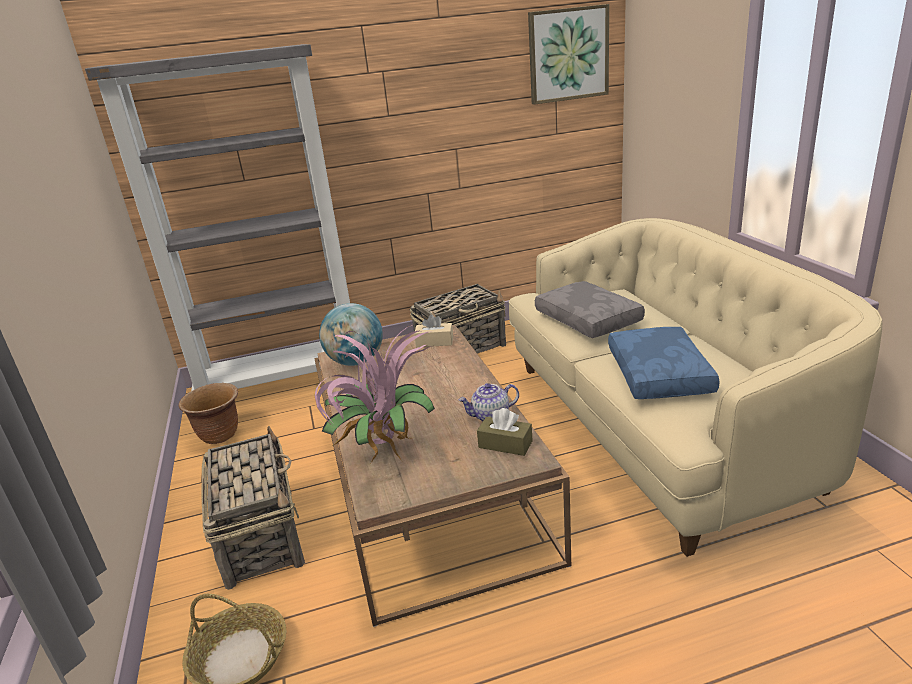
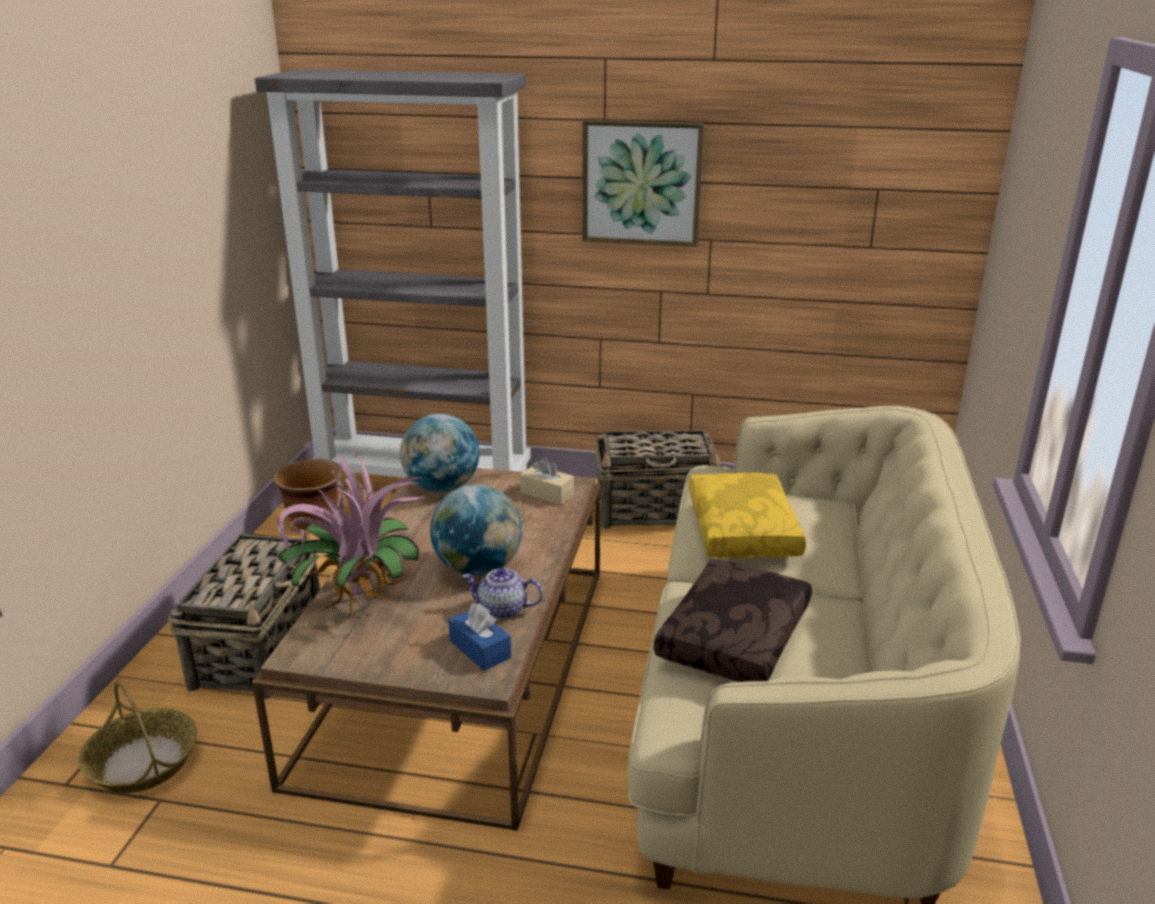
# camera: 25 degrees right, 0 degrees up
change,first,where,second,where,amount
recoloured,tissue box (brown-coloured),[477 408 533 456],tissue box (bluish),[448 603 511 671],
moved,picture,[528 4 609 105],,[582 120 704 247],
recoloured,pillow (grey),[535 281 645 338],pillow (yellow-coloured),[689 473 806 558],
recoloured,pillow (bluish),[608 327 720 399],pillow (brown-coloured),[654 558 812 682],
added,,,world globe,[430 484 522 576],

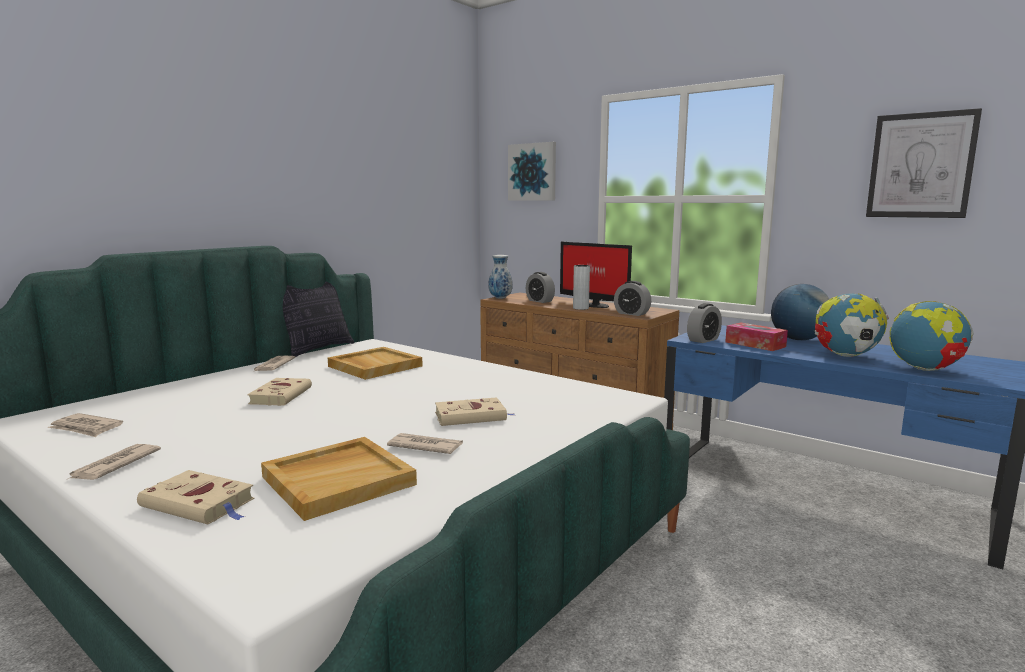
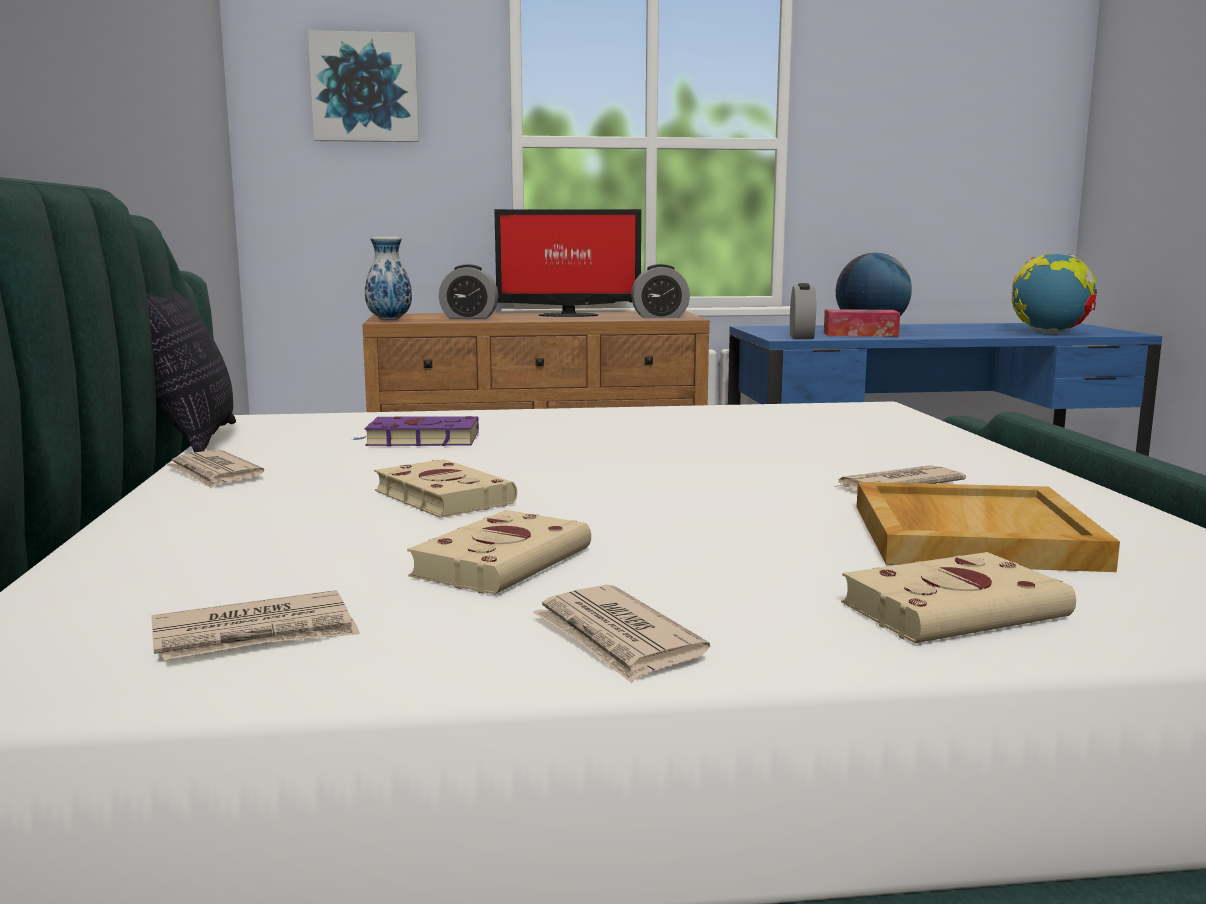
# camera: 45 degrees left, 0 degrees up
change,first,where,second,where,amount
replaced,tray (beige),[328 347 423 380],book (purplish),[353 416 479 446],
moved,book (beige),[435 397 515 426],,[407 510 591 594],
removed,flower vase (grey),[573 265 590 310],,,
removed,world globe,[815 294 889 357],,,
removed,picture,[866 108 982 218],,,

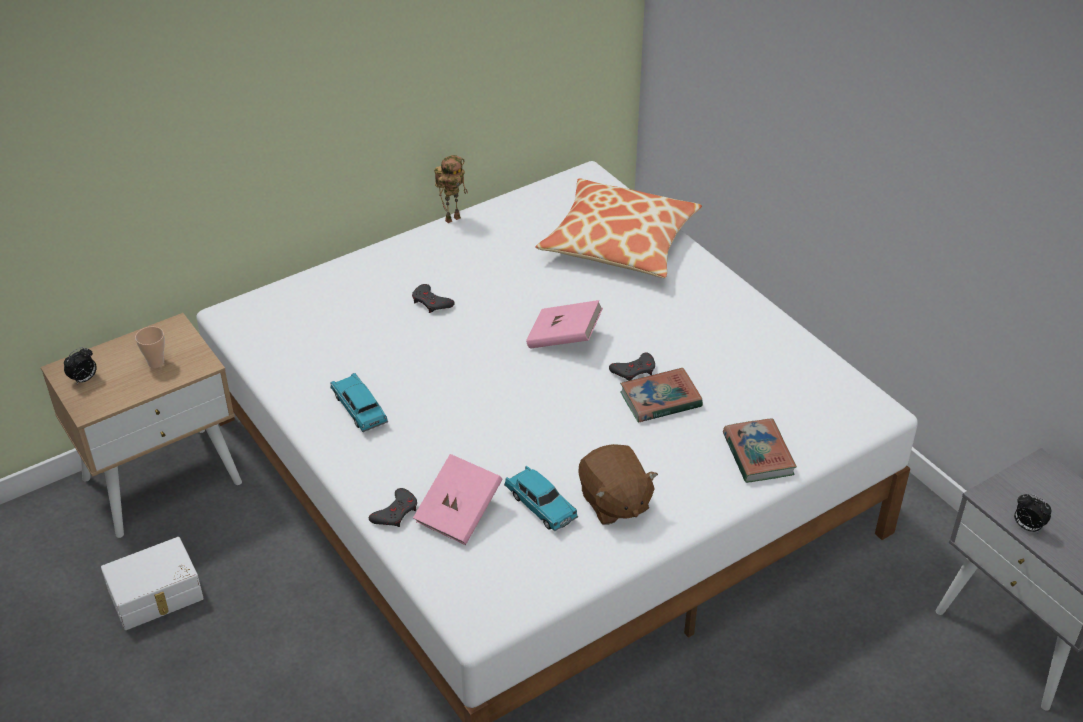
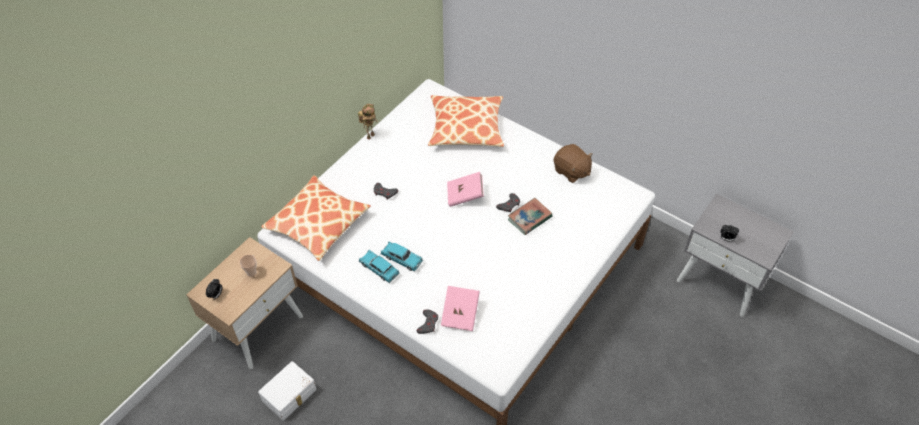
# camera: 20 degrees left, 10 degrees up
change,first,where,second,where,amount
moved,model car (turquoise-coloured),[504 466 578 531],,[381 241 423 271],
moved,plush toy (brown-coloured),[578 444 658 525],,[554 144 593 183],
removed,book,[723 418 797 483],,,
added,,,pillow,[261 175 371 261],

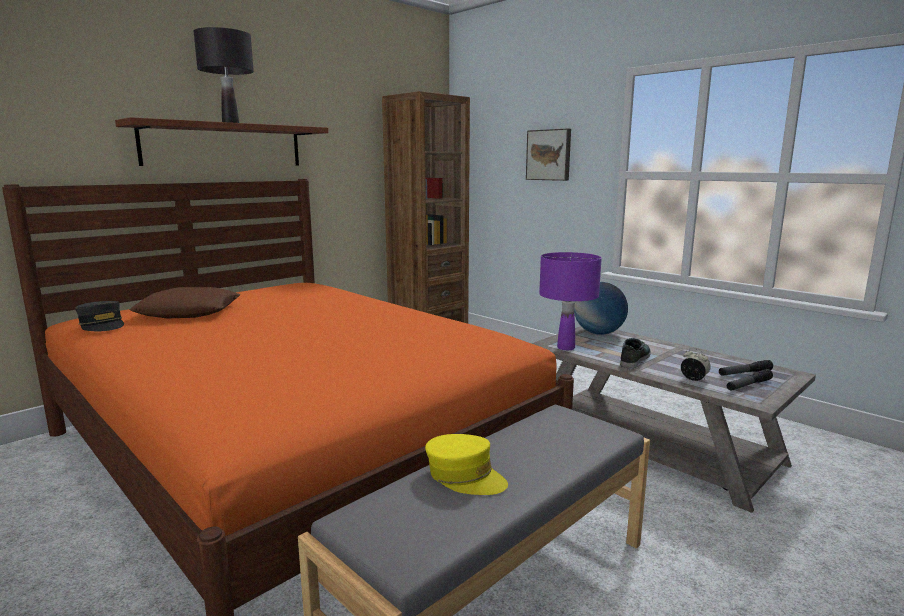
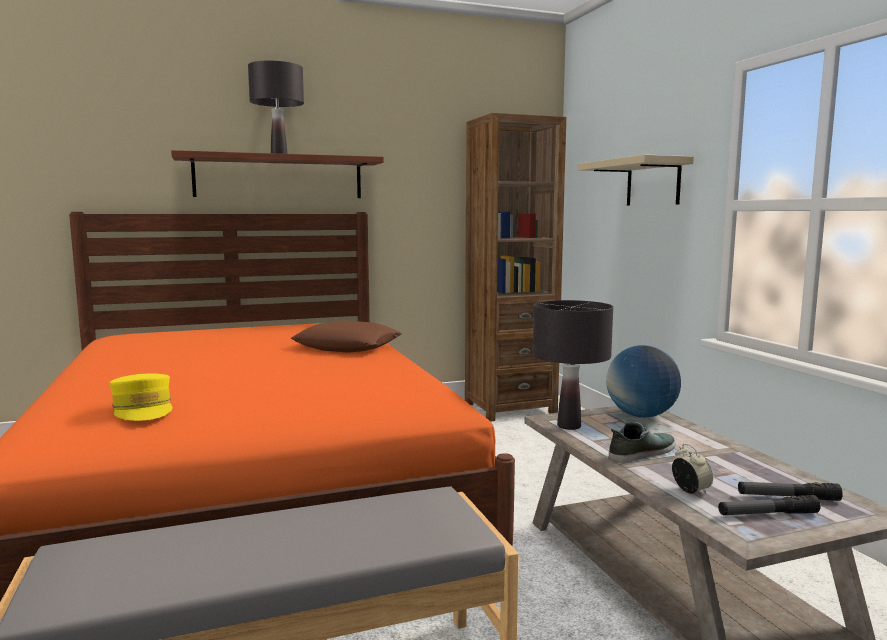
# camera: 25 degrees right, 5 degrees down
change,first,where,second,where,amount
removed,peaked cap (grey),[75 301 124 331],,,
moved,pillow (brown-coloured),[129 287 240 318],,[291 320 402 353],
moved,peaked cap (yellow-coloured),[425 434 508 495],,[109 373 173 421],
replaced,picture,[526 128 571 181],bracket shelf (beige),[577 154 694 205],
recoloured,lamp for a table (purplish),[539 252 602 350],lamp for a table (blackish),[532 300 613 430],

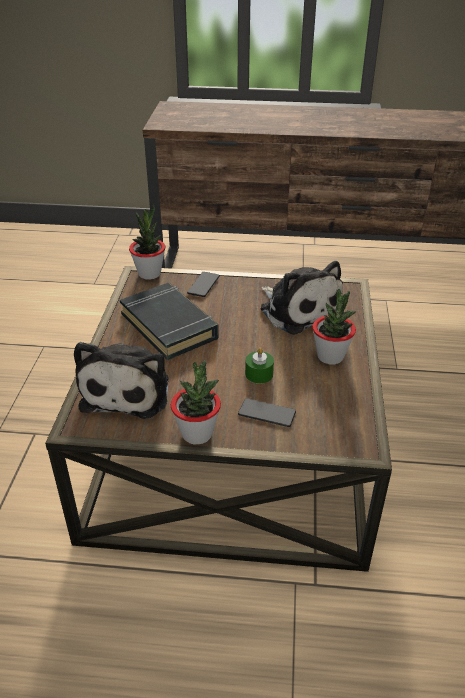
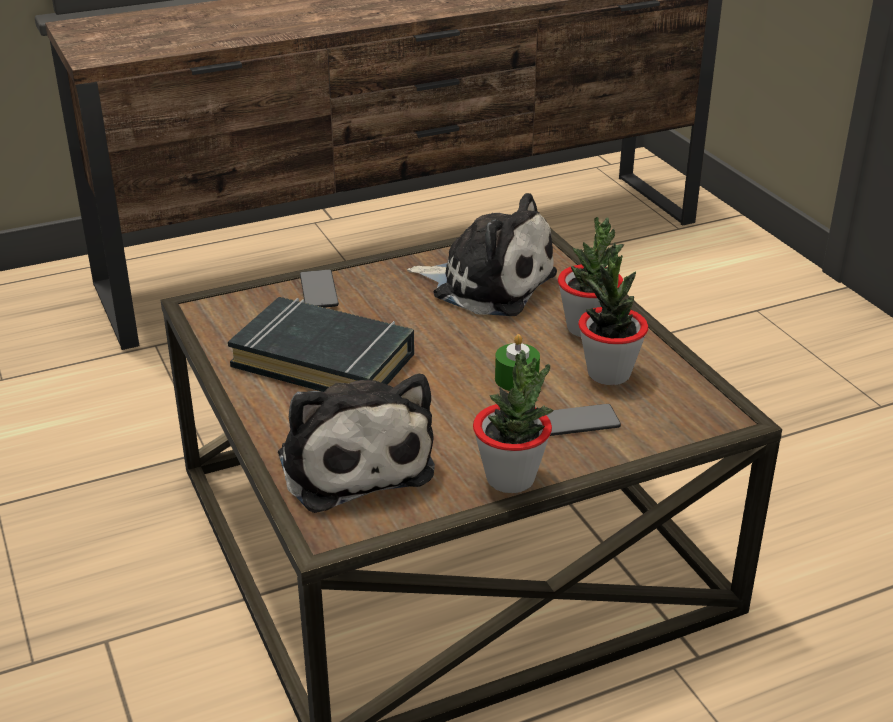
# camera: 30 degrees left, 5 degrees down
change,first,where,second,where,amount
moved,potted plant,[129 205 165 280],,[578 242 648 385],

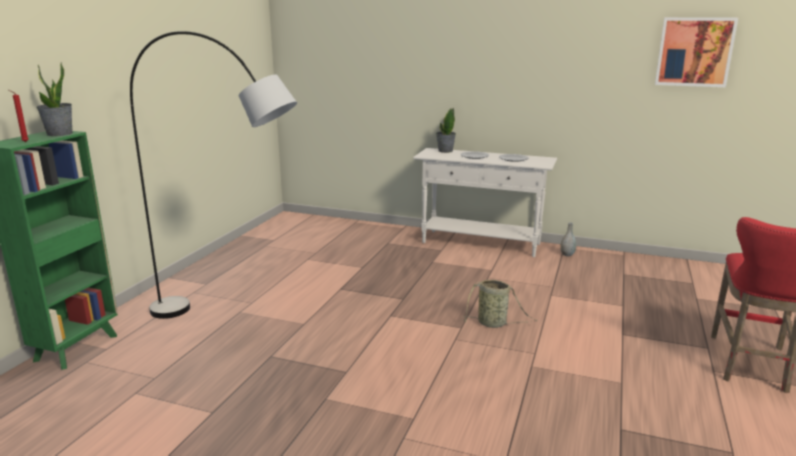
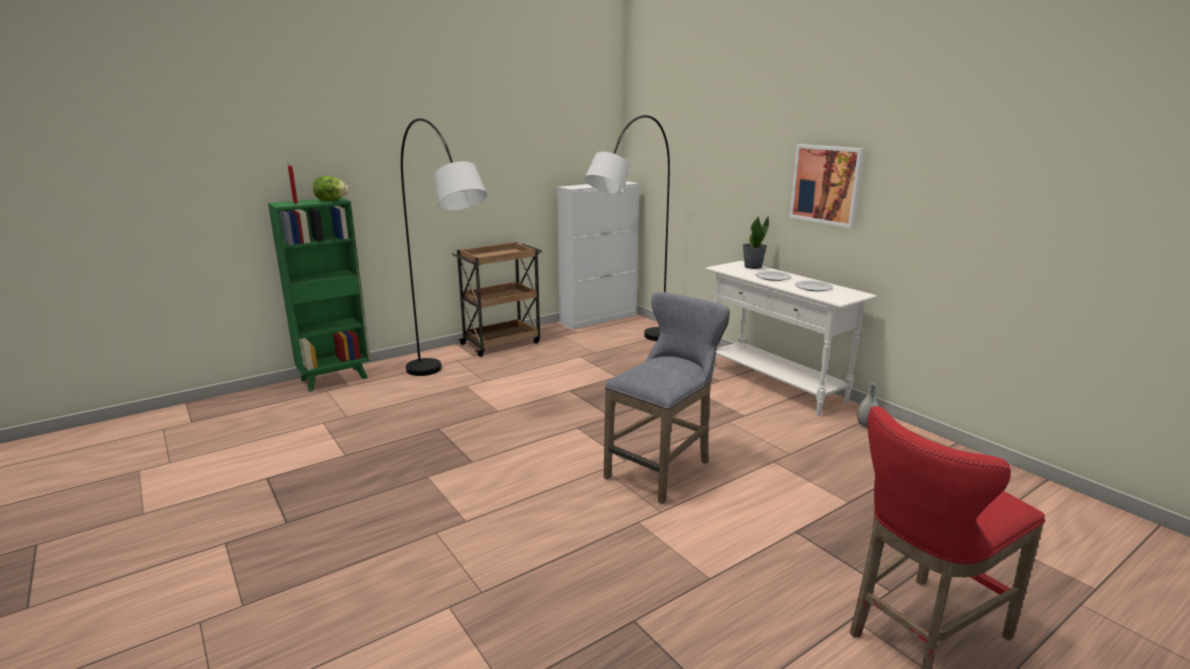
# camera: 35 degrees right, 0 degrees up
change,first,where,second,where,amount
replaced,potted plant,[36 62 72 136],lettuce head,[313 176 349 201],
replaced,storage basket,[462 280 537 328],stool (grey),[603 292 730 504],
moved,picture,[655 17 738 87],,[789 144 864 228],
added,,,trolley (brown-coloured),[452 242 542 357],
added,,,cabinet (white),[557 181 639 330],
added,,,standard lamp (grey),[584 115 670 341],

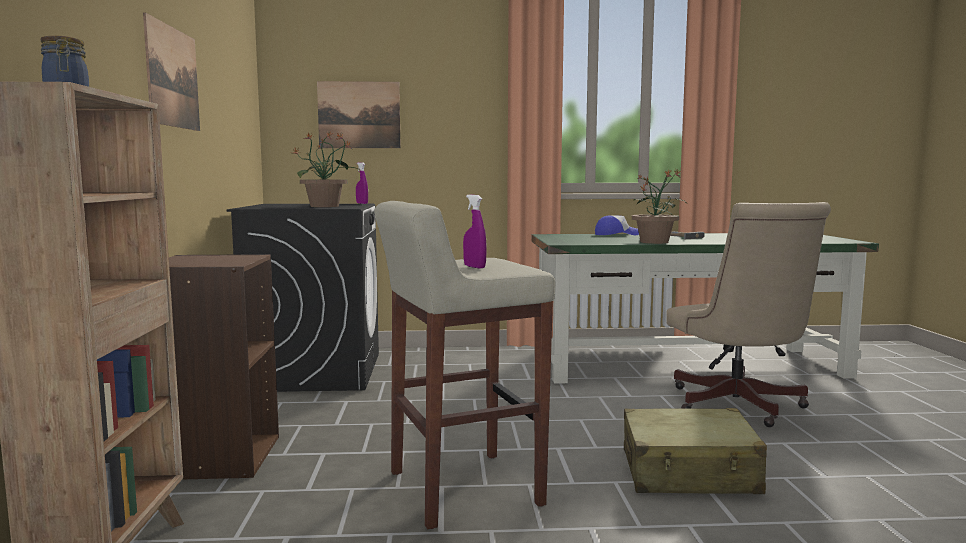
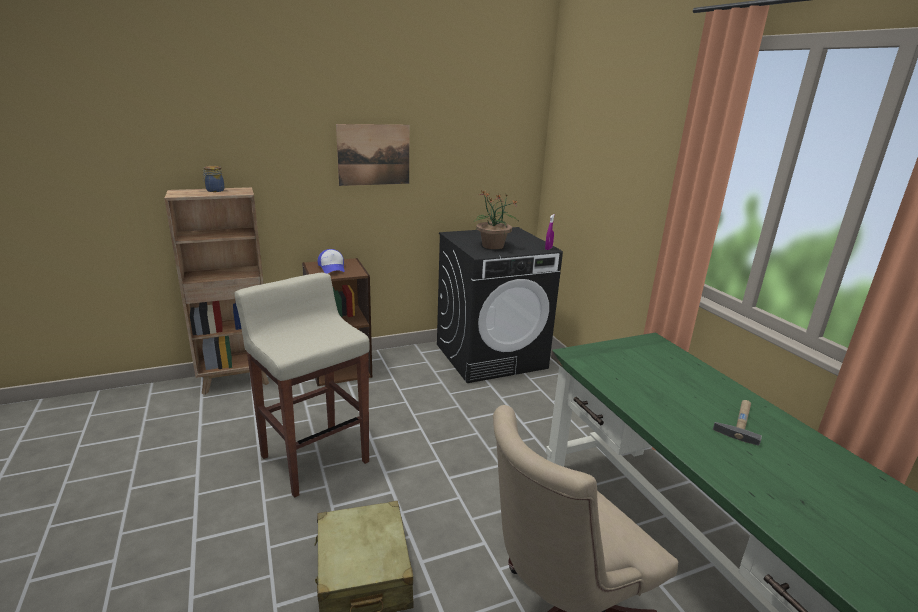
# camera: 70 degrees right, 15 degrees up
change,first,where,second,where,amount
removed,picture,[317 81 401 148],,,
removed,sprayer (purplish),[463 194 487 269],,,
moved,peaked cap,[595 215 639 235],,[318 249 345 274],
removed,potted plant,[632 169 687 244],,,

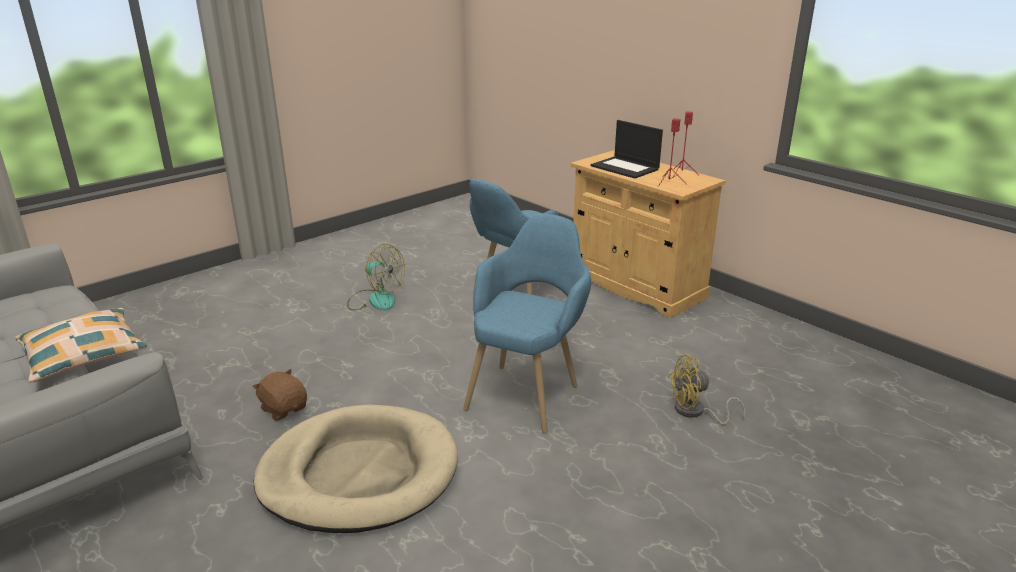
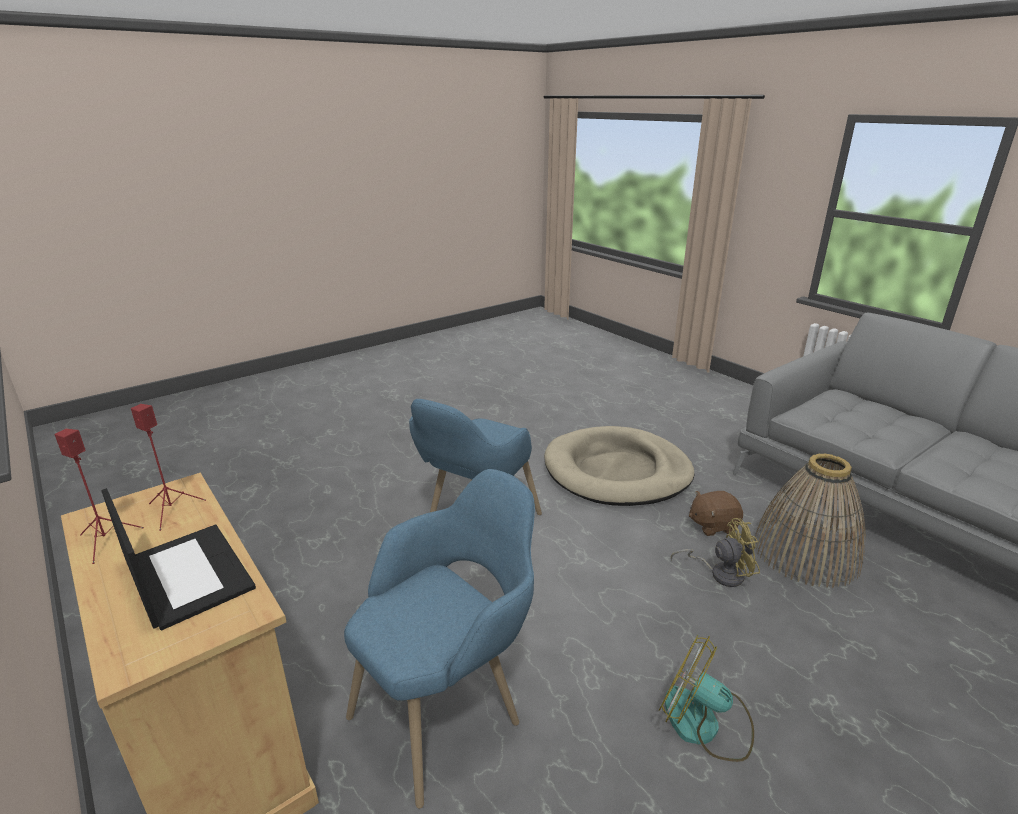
# camera: 175 degrees left, 0 degrees up
change,first,where,second,where,amount
removed,pillow,[15 308 147 383],,,
turned,plush toy (brown-coloured),[253 369 307 421],,[689 491 743 536],120 degrees clockwise
moved,cooling fan (yellow-coloured),[668 355 746 425],,[671 518 760 587],
added,,,storage basket,[754 454 865 588],

